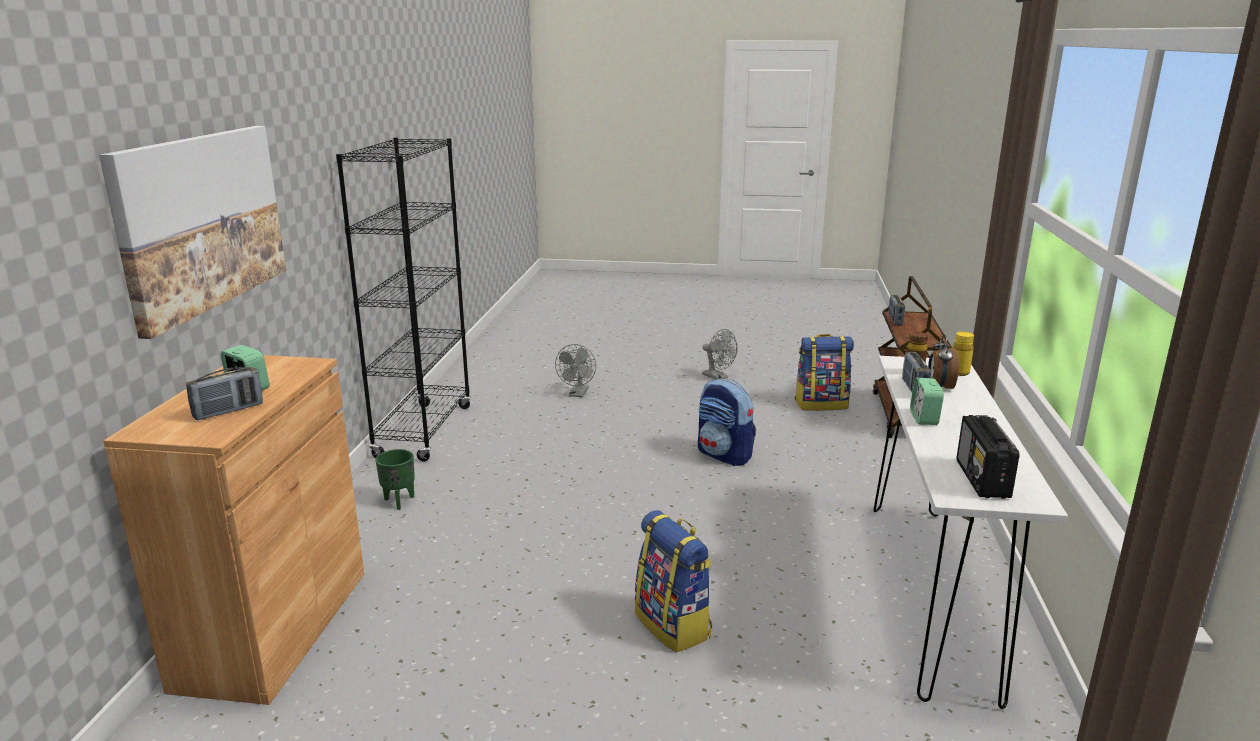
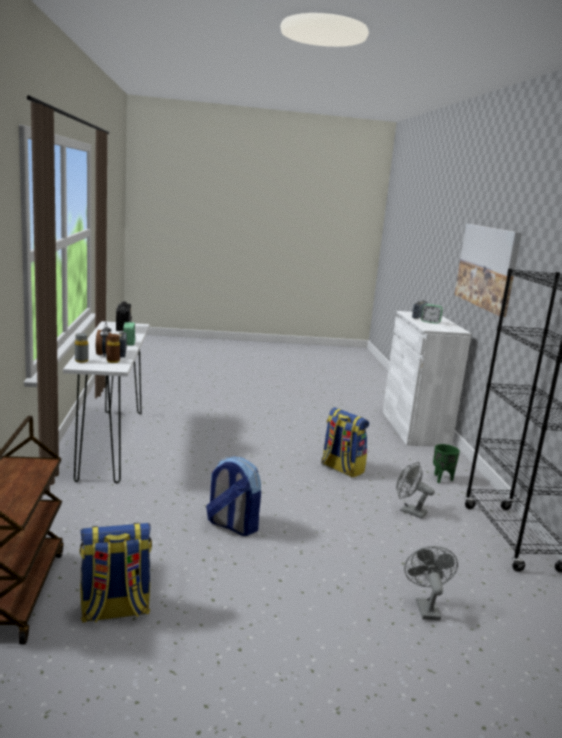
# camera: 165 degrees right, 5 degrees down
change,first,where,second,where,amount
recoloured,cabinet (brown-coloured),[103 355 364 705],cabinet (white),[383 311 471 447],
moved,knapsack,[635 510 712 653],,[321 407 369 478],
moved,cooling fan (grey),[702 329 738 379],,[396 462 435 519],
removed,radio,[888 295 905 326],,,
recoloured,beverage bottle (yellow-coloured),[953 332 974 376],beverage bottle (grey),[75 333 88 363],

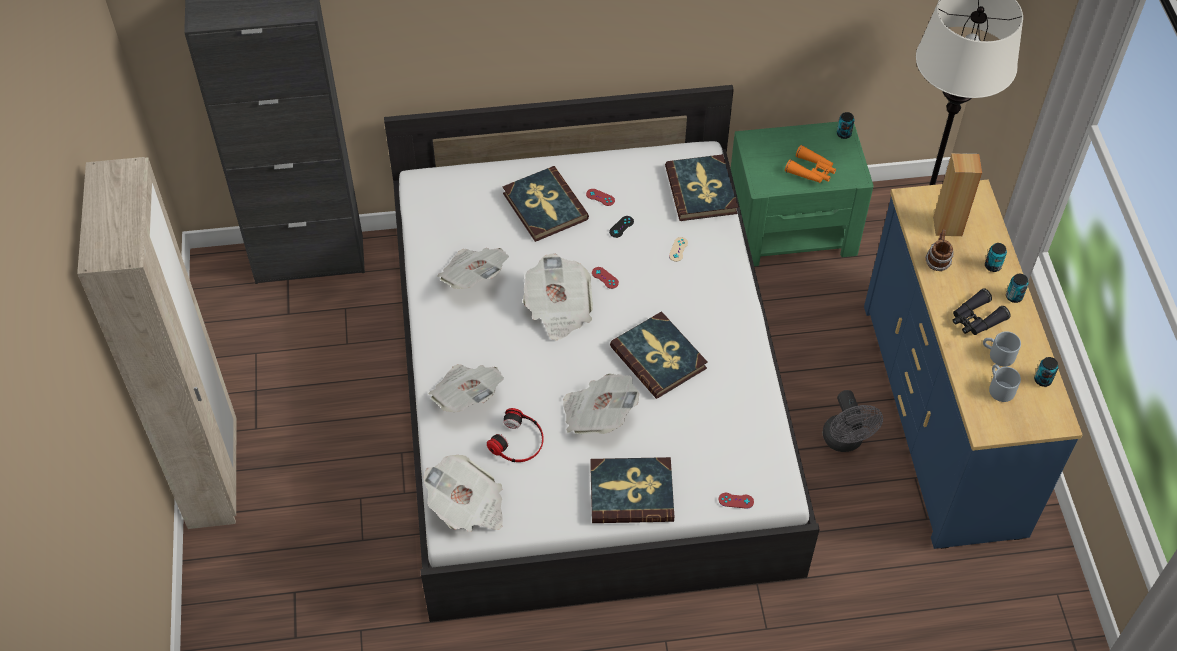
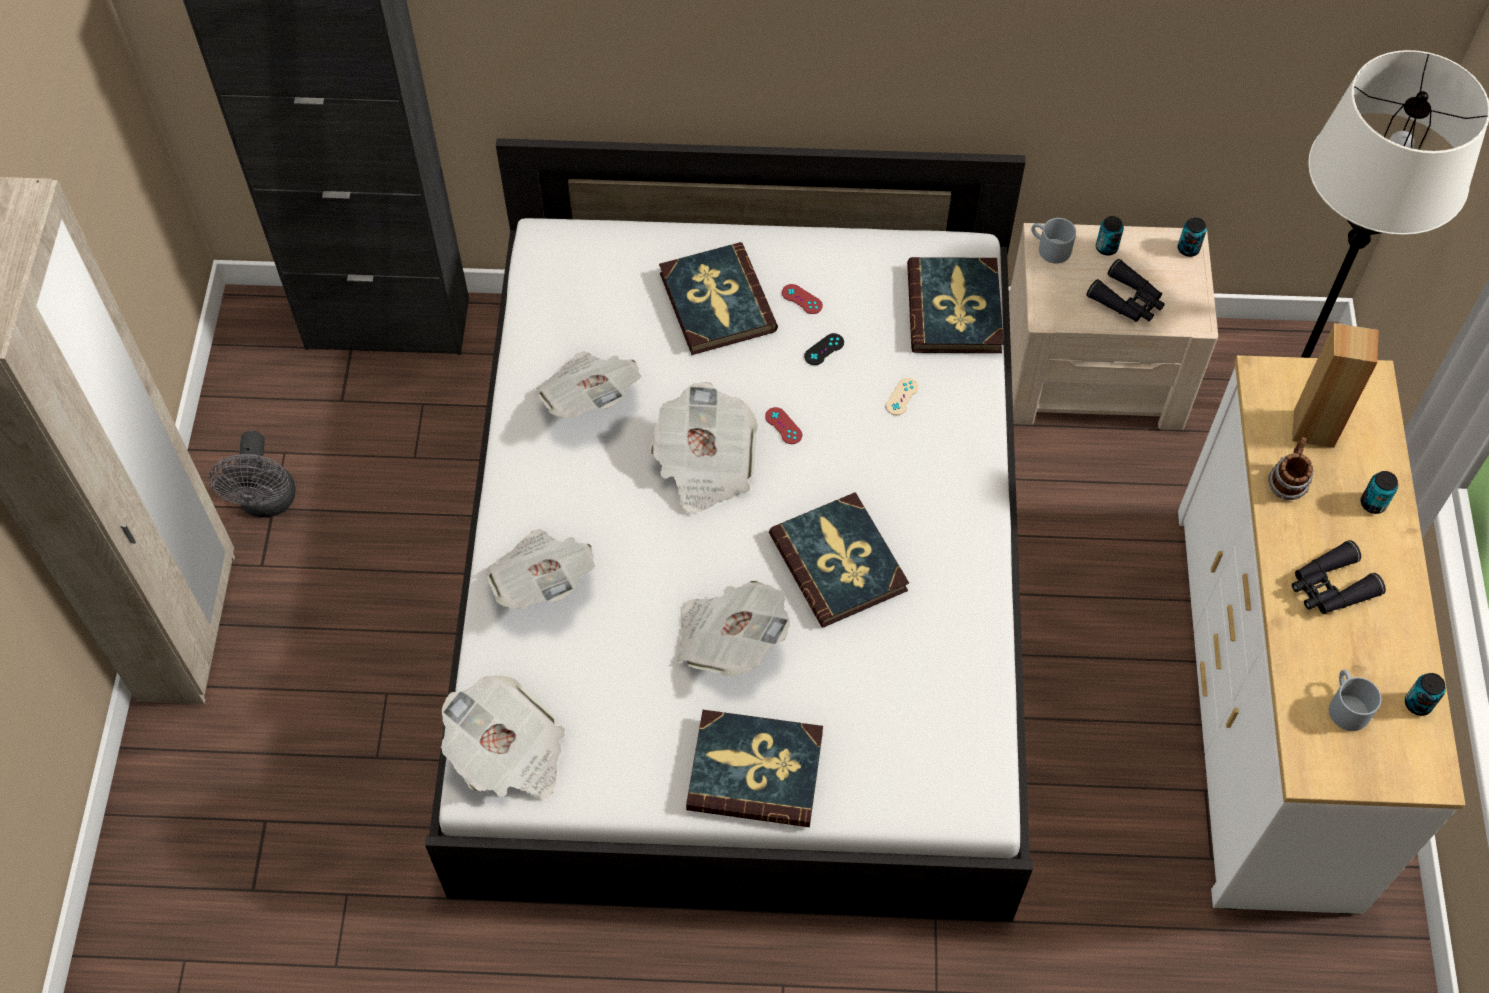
# camera: 10 degrees right, 5 degrees up
change,first,where,second,where,amount
removed,headphones,[487 408 544 462],,,
removed,game controller (reddish),[719 493 754 509],,,
recoloured,nightstand (green),[731 122 874 266],nightstand (beige),[1009 223 1218 430],
recoloured,binoculars (orange-coloured),[785 145 836 183],binoculars (blackish),[1087 259 1165 322],
moved,cooling fan (grey),[823 390 883 452],,[209 431 296 518],
recoloured,drawer chest (bluish),[864 180 1082 549],drawer chest (white),[1178 355 1465 914],
moved,coffee mug (grey),[983 331 1021 366],,[1031 218 1076 263],
moved,metal can,[1006 274 1029 303],,[1096 216 1124 256],

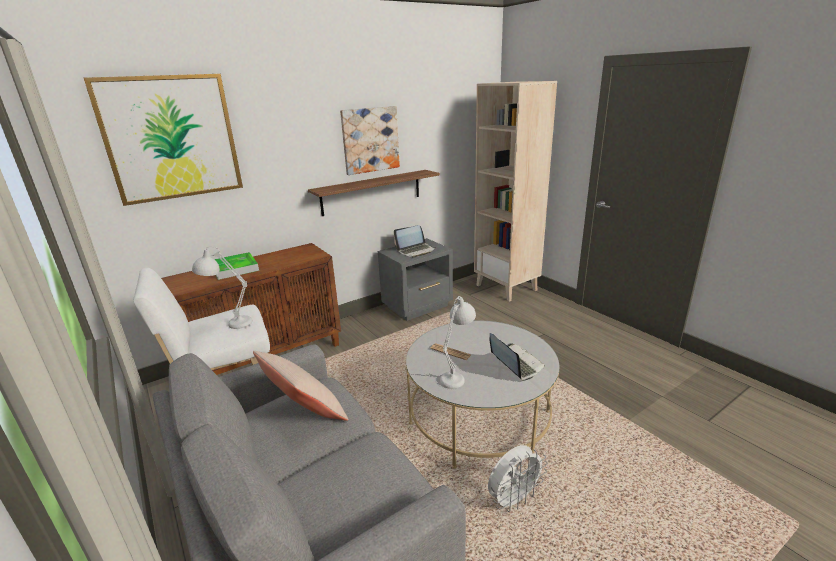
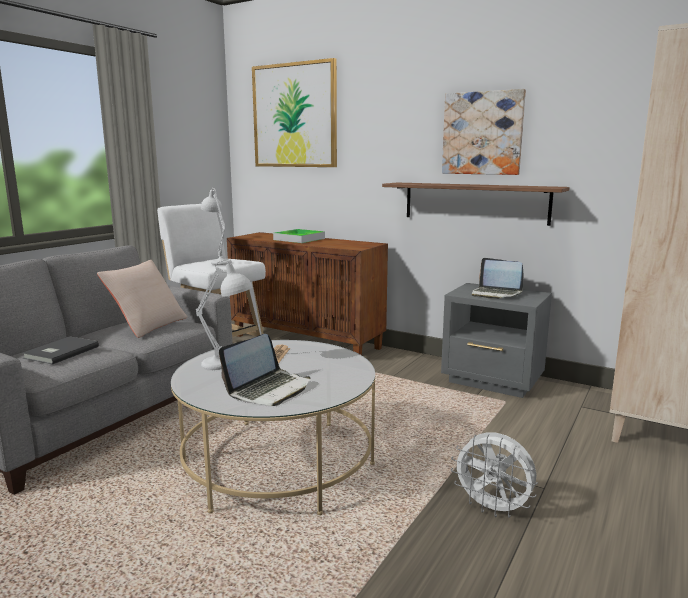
# camera: 65 degrees right, 10 degrees down
change,first,where,second,where,amount
moved,cooling fan (white),[488 445 548 512],,[451 432 538 518],
added,,,book (grey),[22 336 99 365],

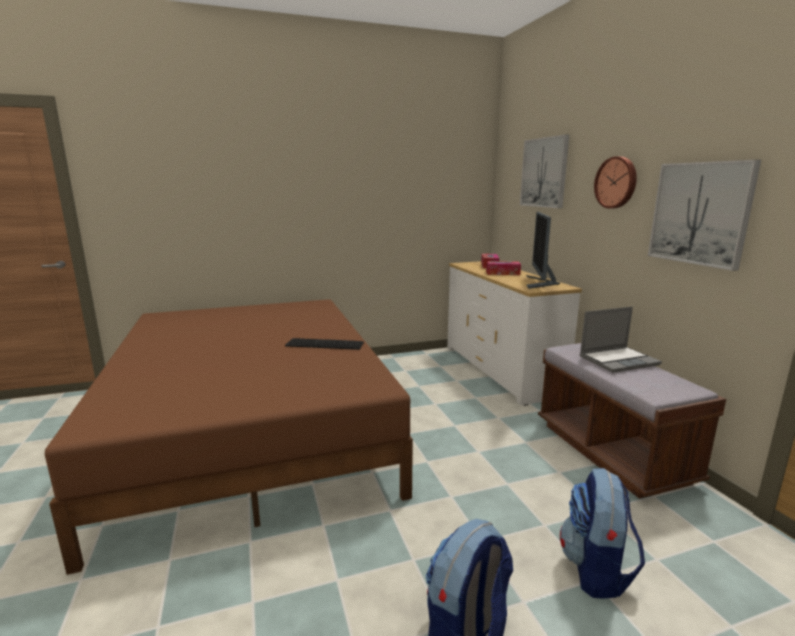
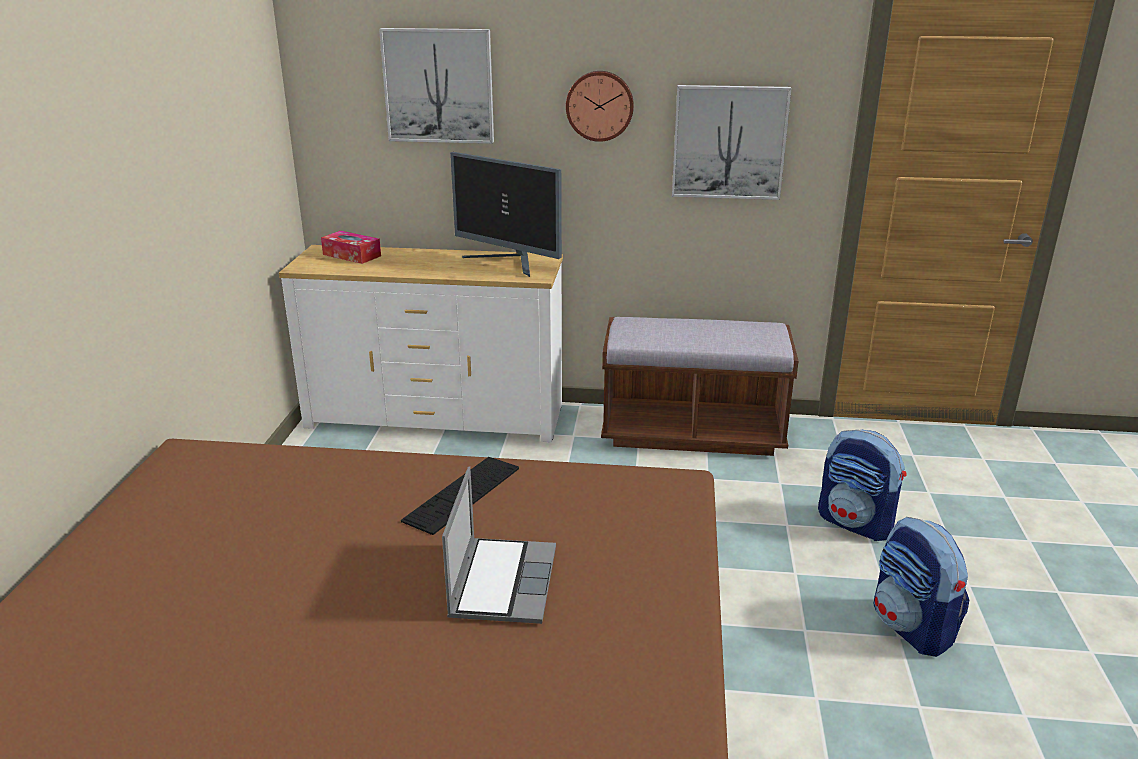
# camera: 65 degrees left, 10 degrees up
change,first,where,second,where,amount
removed,tissue box,[486 261 521 275],,,
moved,laptop,[580 307 662 373],,[442 467 556 624],

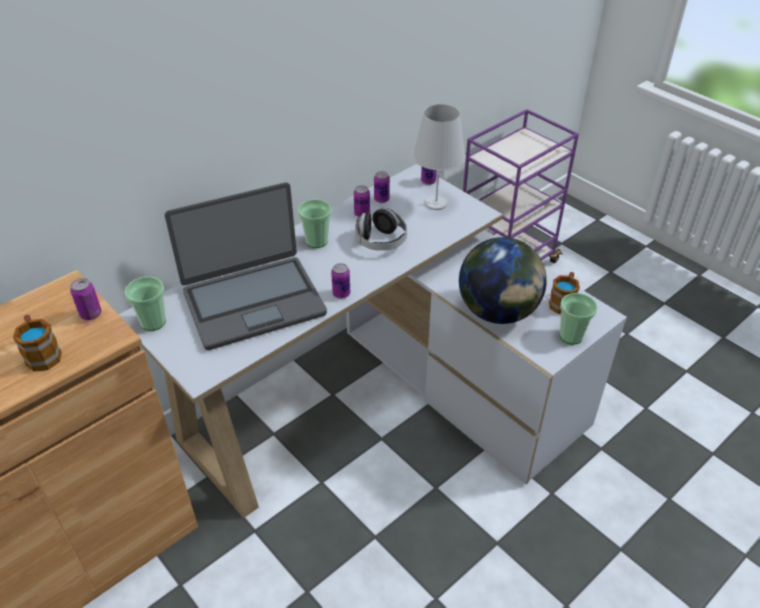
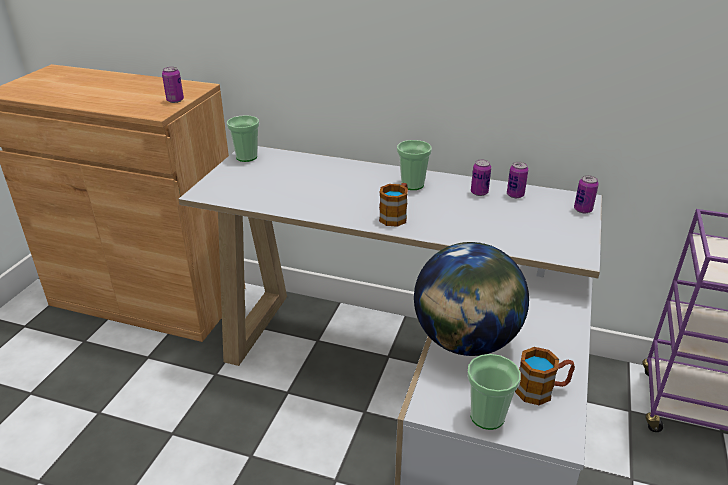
# camera: 60 degrees right, 10 degrees down
change,first,where,second,where,amount
moved,coffee mug,[13 315 62 372],,[379 183 408 227],
removed,laptop,[165 182 327 350],,,
removed,metal can,[331 263 350 299],,,
removed,headphones,[355 208 407 251],,,
removed,lamp for a table (white),[413 104 466 210],,,

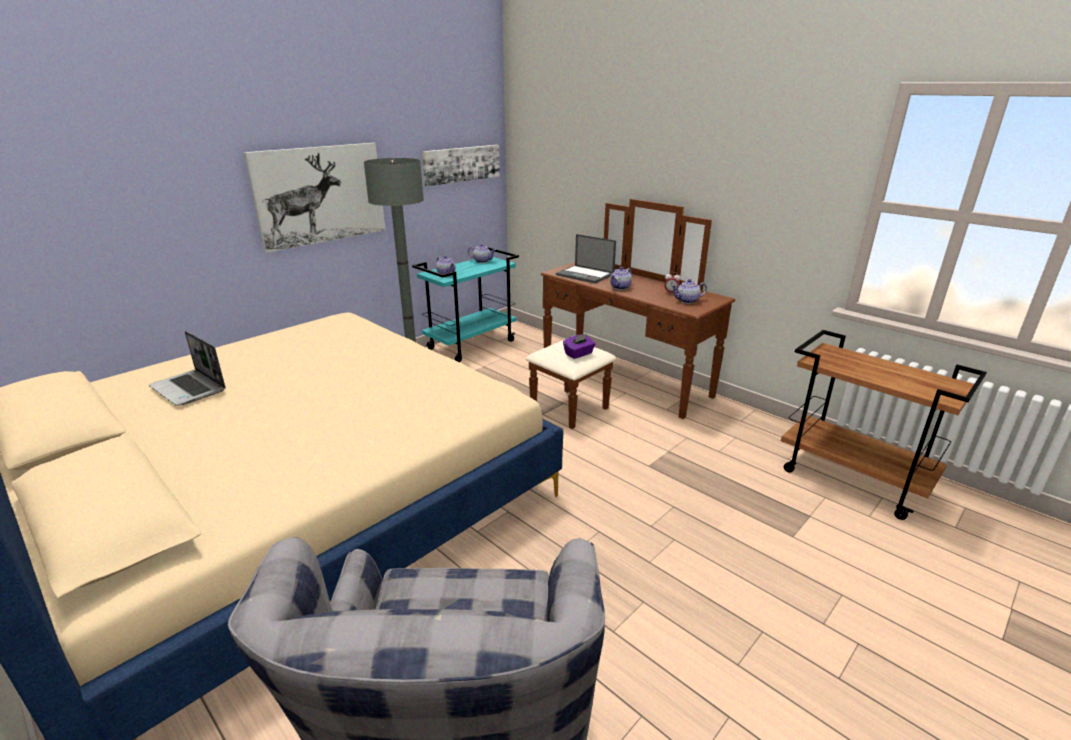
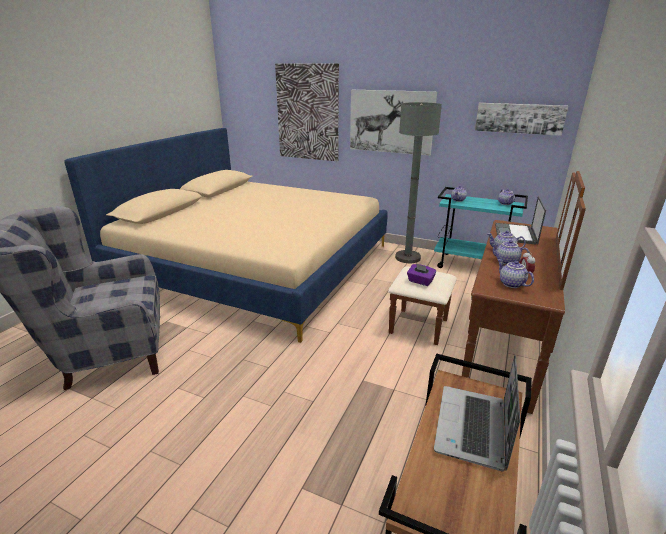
# camera: 70 degrees right, 0 degrees up
change,first,where,second,where,amount
moved,laptop,[149 331 226 406],,[434 355 520 471],
added,,,picture,[275 64 339 161],
added,,,pot for tea,[491 240 530 265],

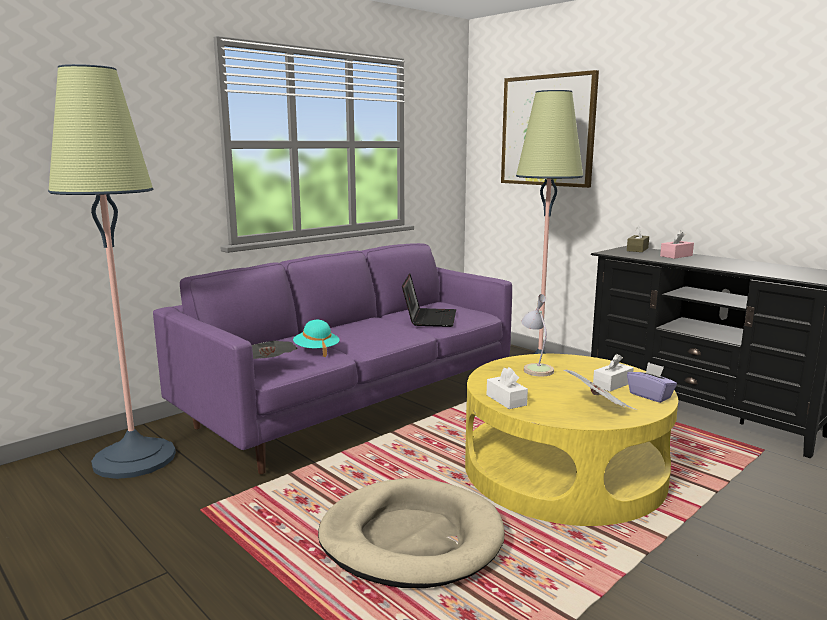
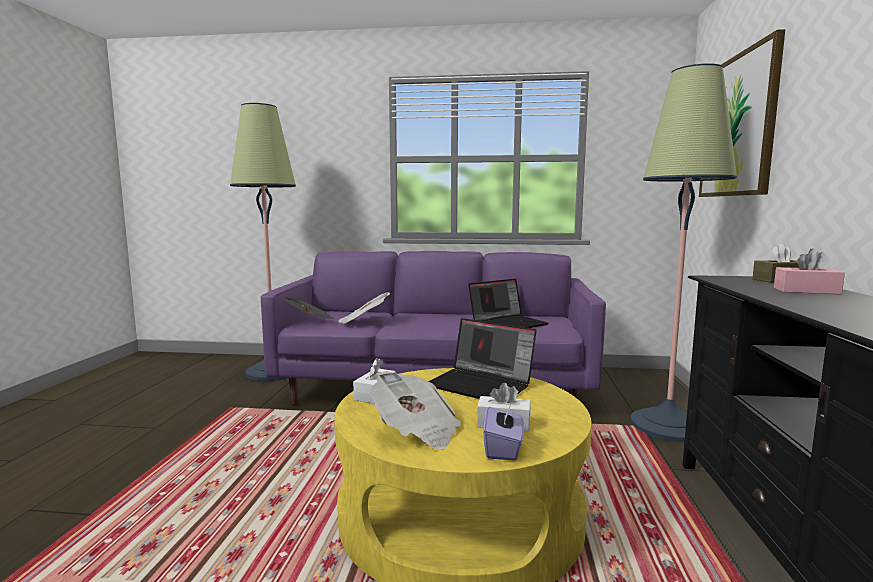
# camera: 50 degrees right, 5 degrees down
change,first,where,second,where,amount
replaced,clothing hat (turquoise-coloured),[293 320 340 357],printed paper,[339 292 390 324],
removed,dog cushion (beige),[318 478 504 588],,,
replaced,lamp for a table,[521 294 554 376],laptop,[429 318 537 399],

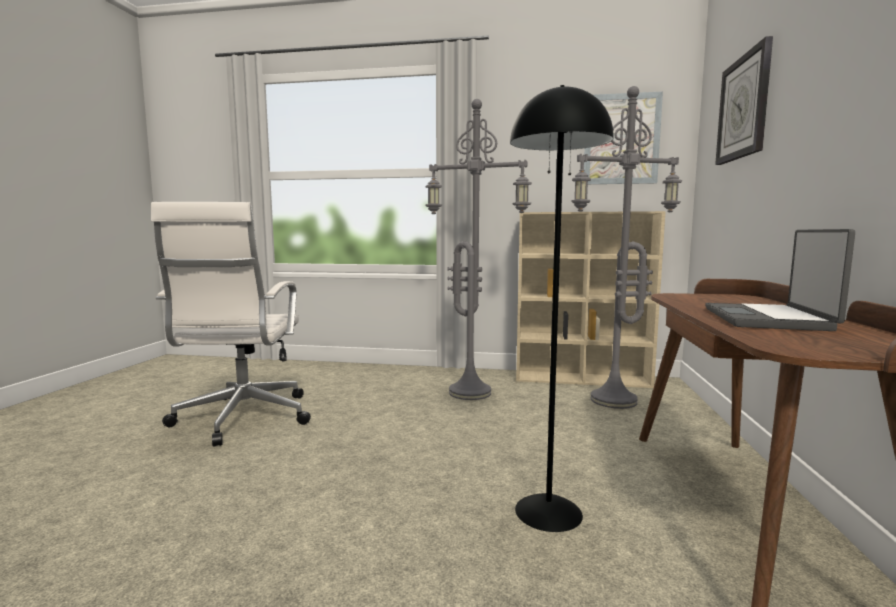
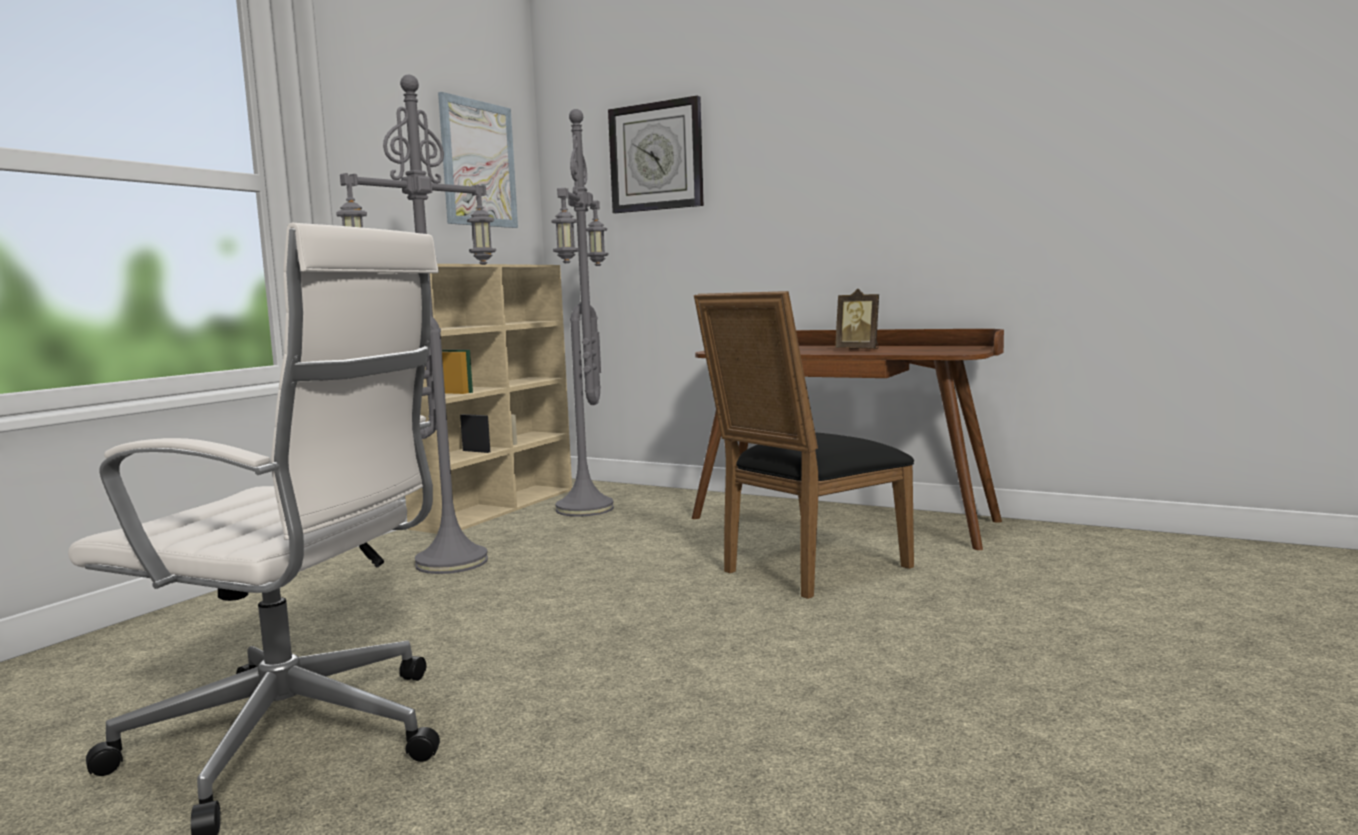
# camera: 70 degrees left, 0 degrees up
change,first,where,second,where,amount
replaced,standard lamp (blackish),[510 85 614 532],chair (blackish),[694 291 914 599],
replaced,laptop,[705 229 855 331],picture frame,[835 289 879 349],

